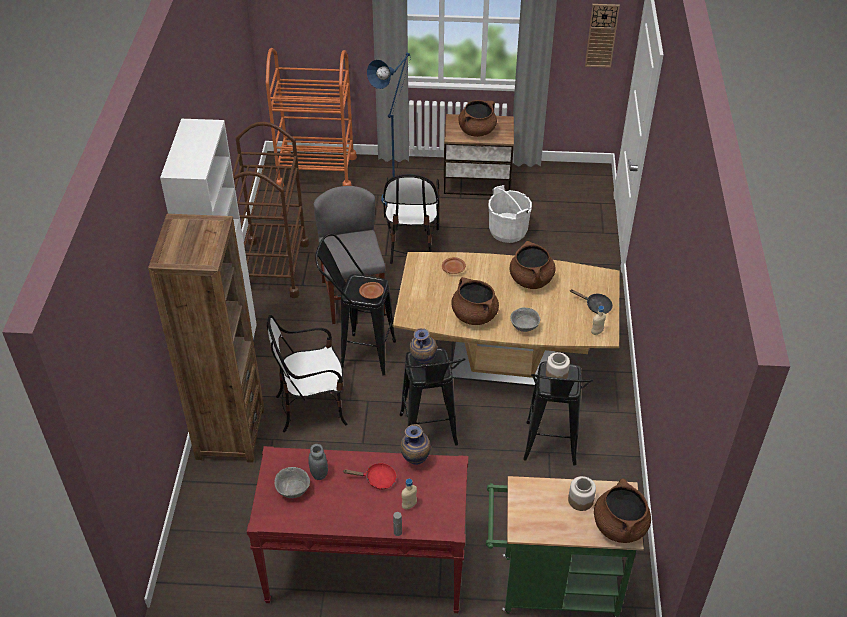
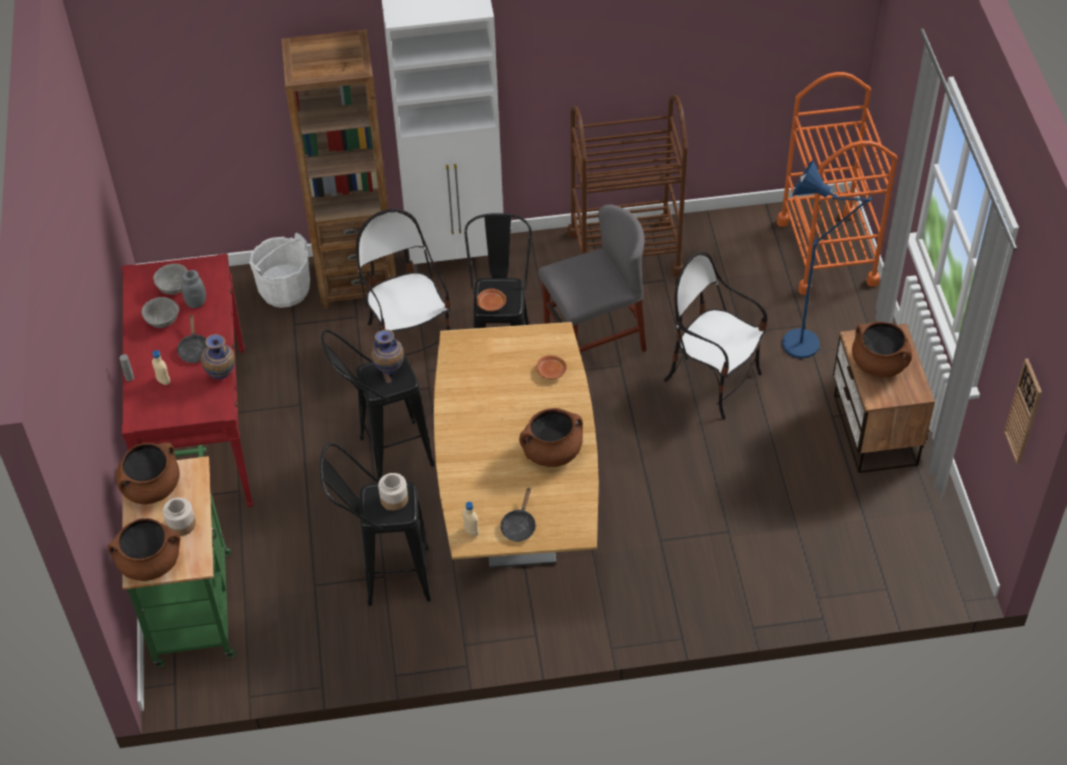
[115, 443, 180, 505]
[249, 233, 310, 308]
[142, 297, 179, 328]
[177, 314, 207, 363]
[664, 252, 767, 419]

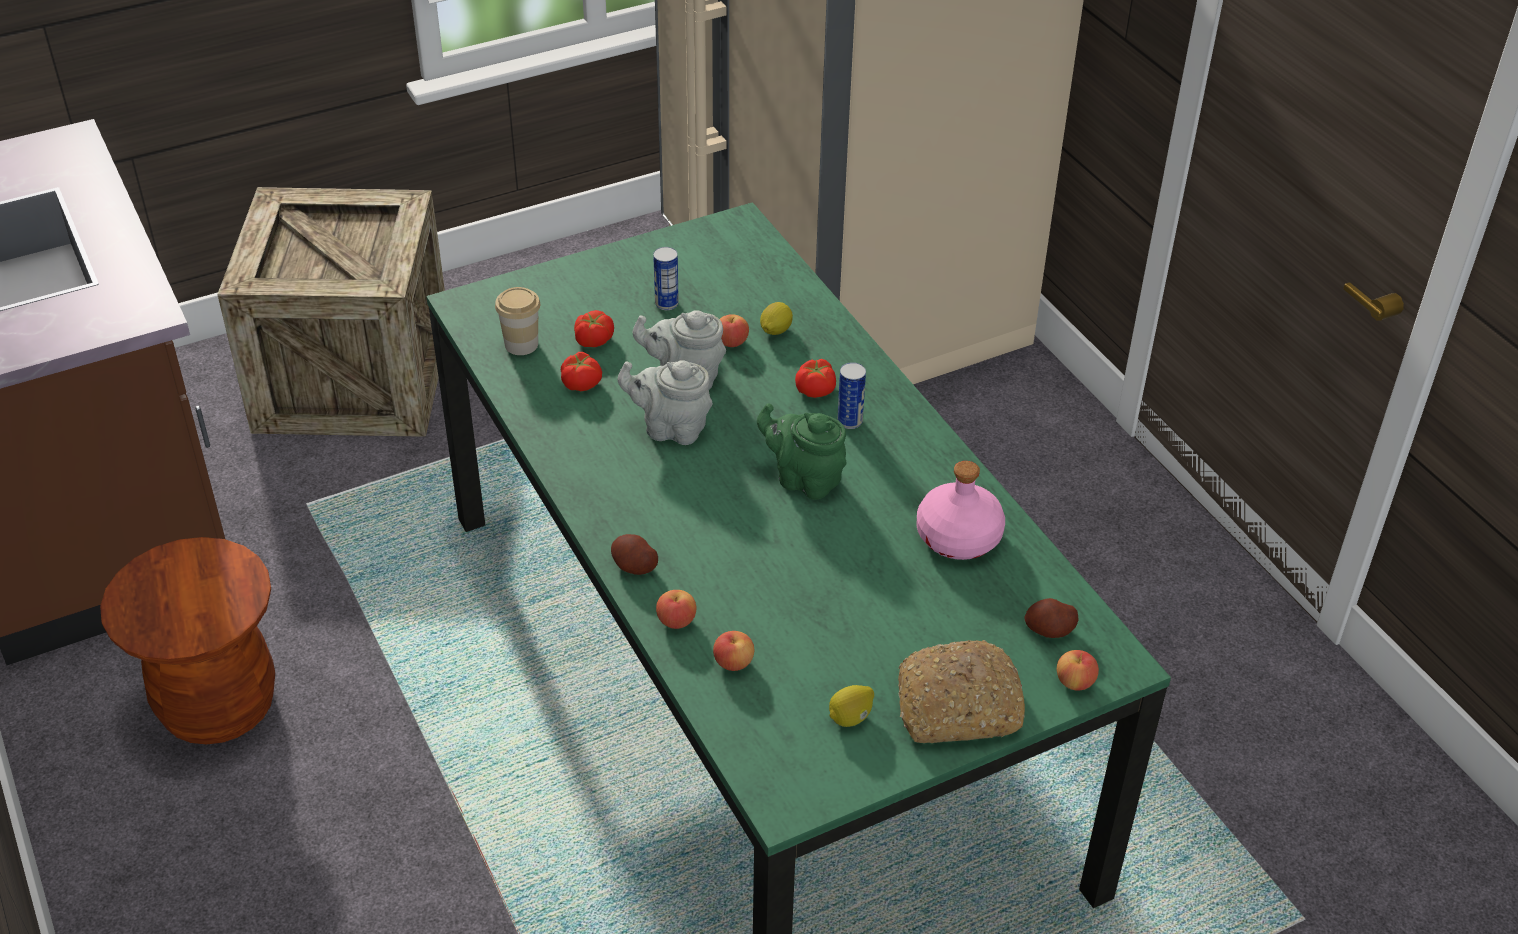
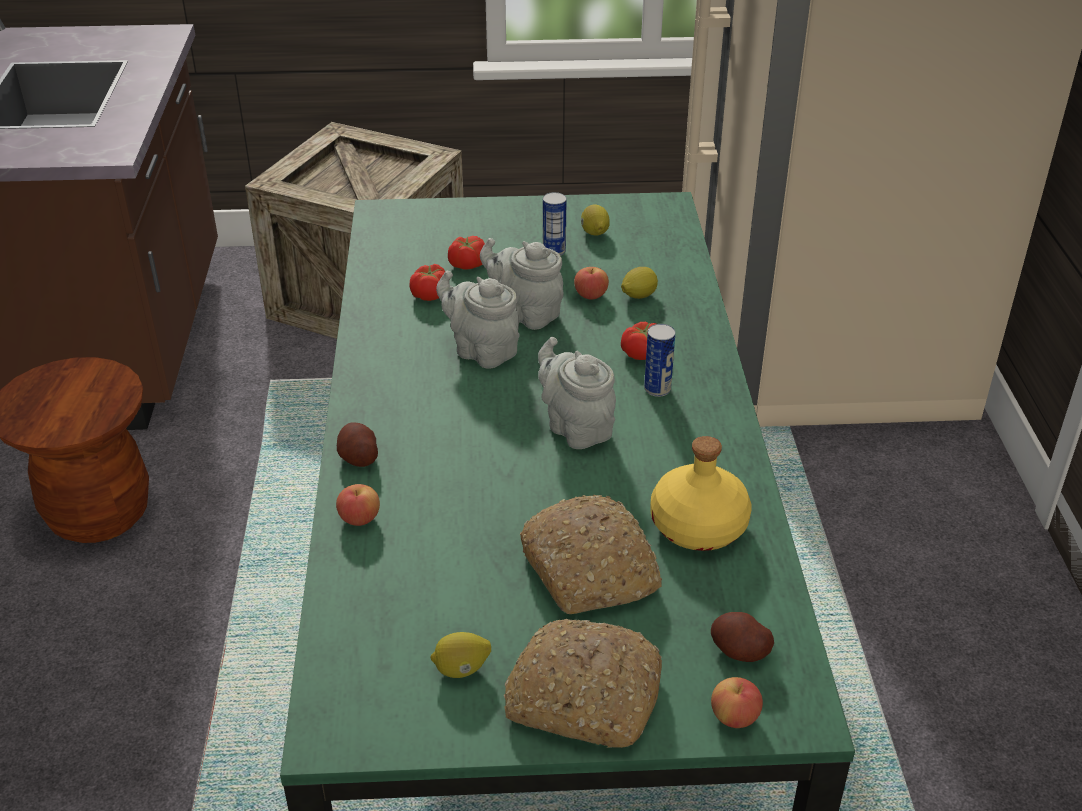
[495, 287, 540, 355] (first image)
[713, 631, 754, 671] (first image)
[520, 495, 662, 614]
[581, 204, 610, 235]
[538, 337, 616, 449]
[650, 436, 751, 551]

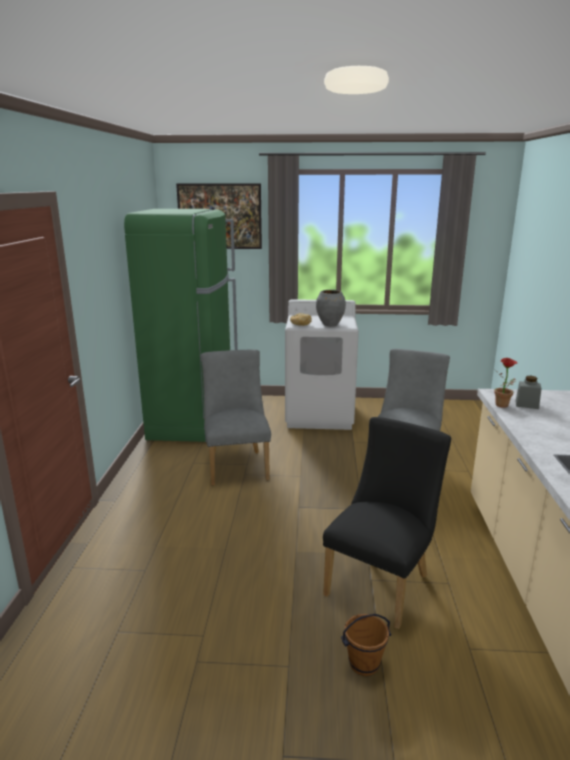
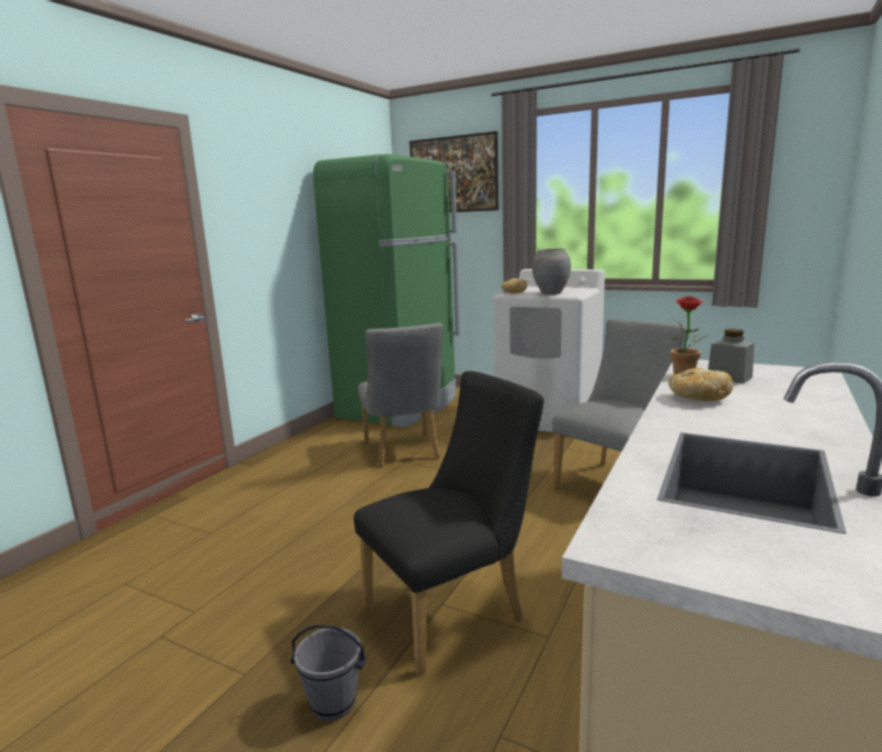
[668, 368, 733, 401]
[291, 624, 366, 721]
[358, 323, 443, 467]

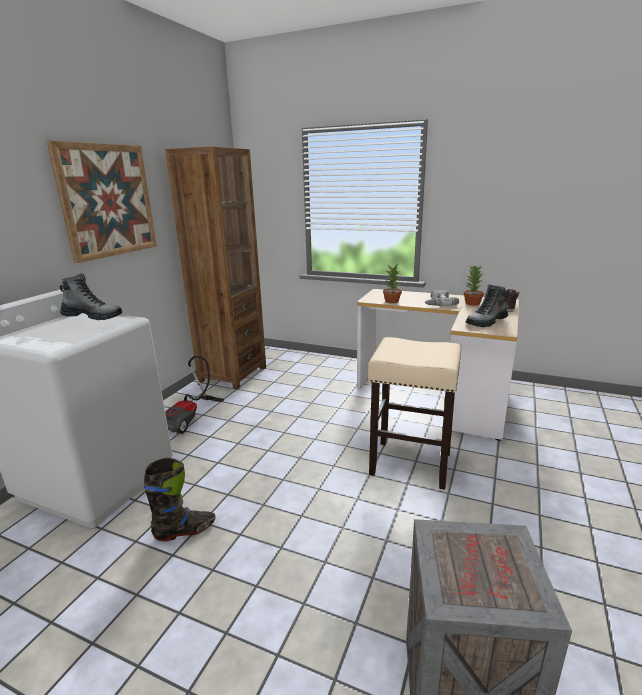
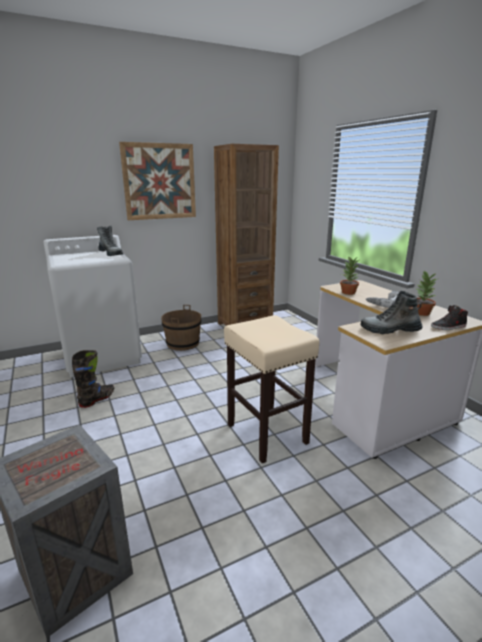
[161, 305, 201, 351]
[72, 350, 114, 408]

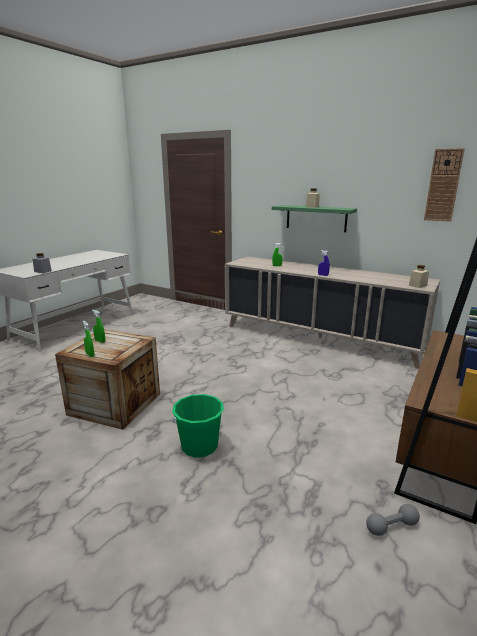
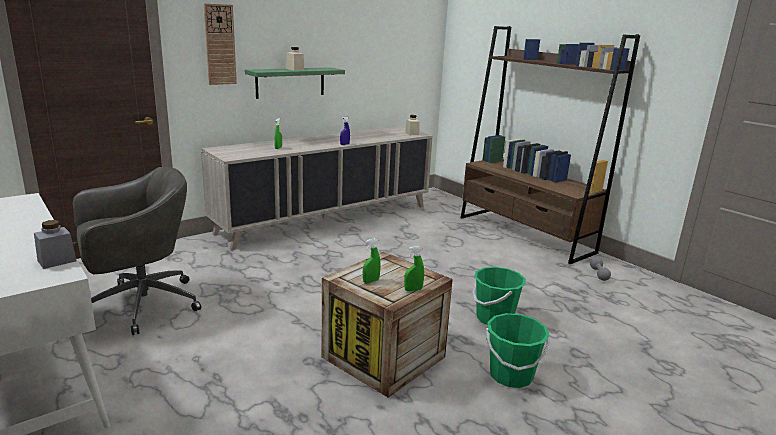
[73, 167, 201, 335]
[486, 313, 550, 388]
[204, 3, 237, 85]

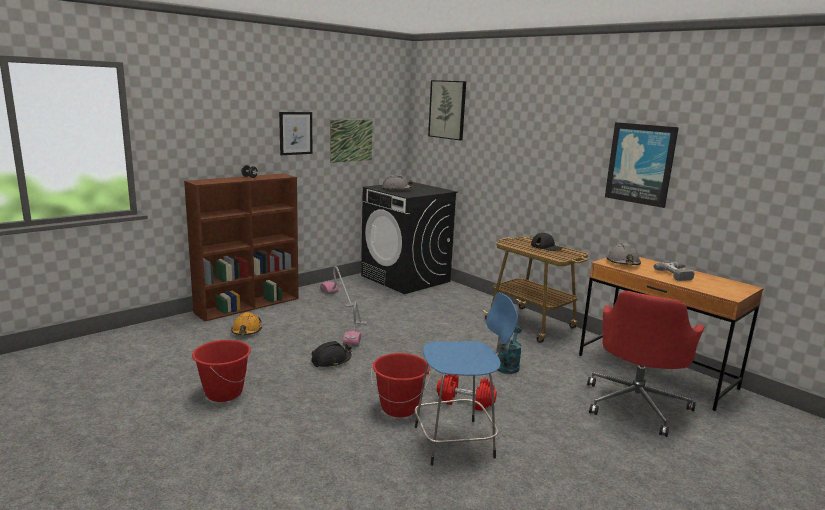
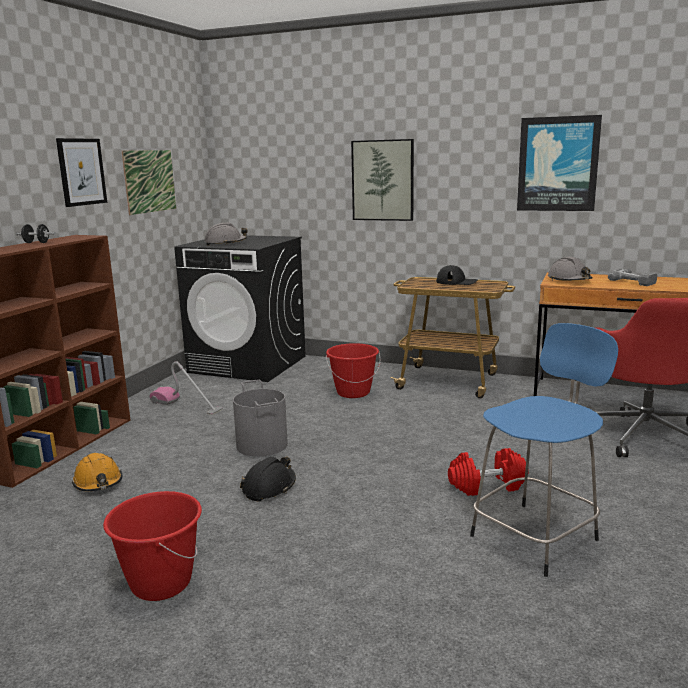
[497, 326, 522, 374] (first image)
[326, 343, 380, 398]
[351, 139, 414, 221]
[233, 380, 288, 457]

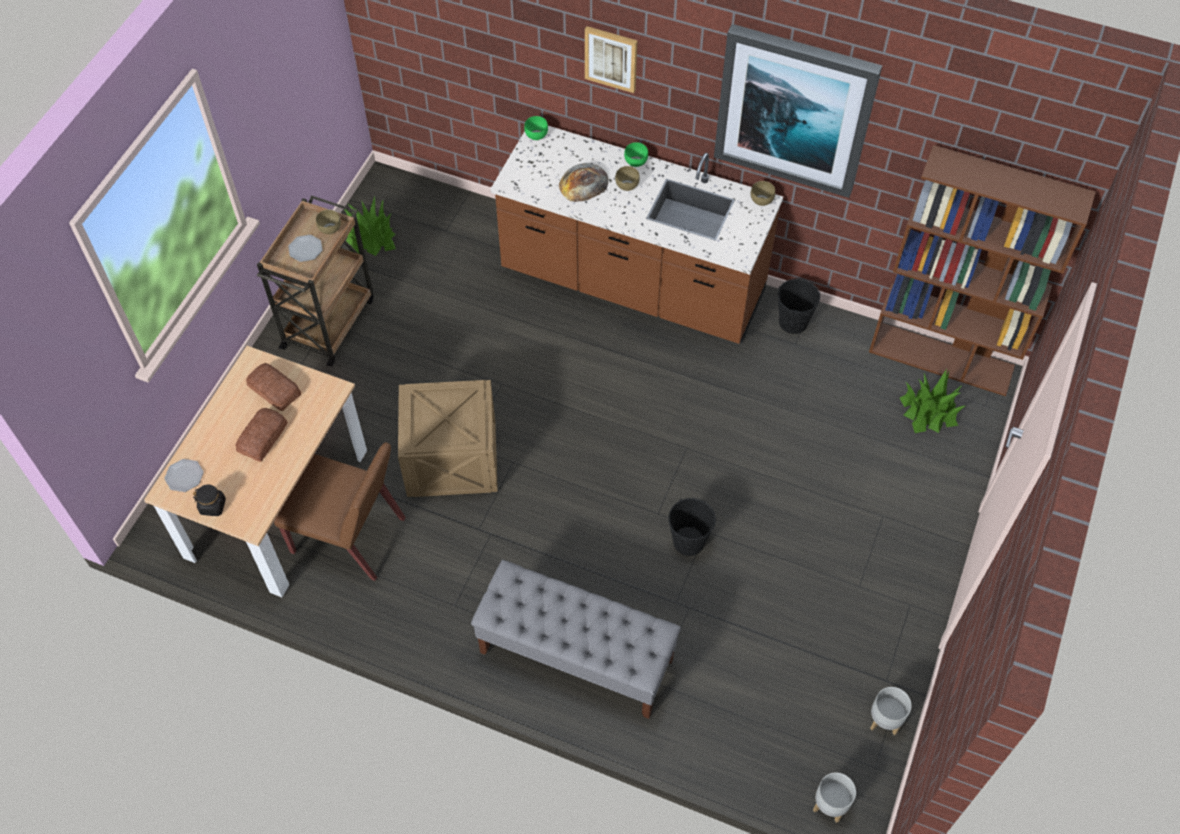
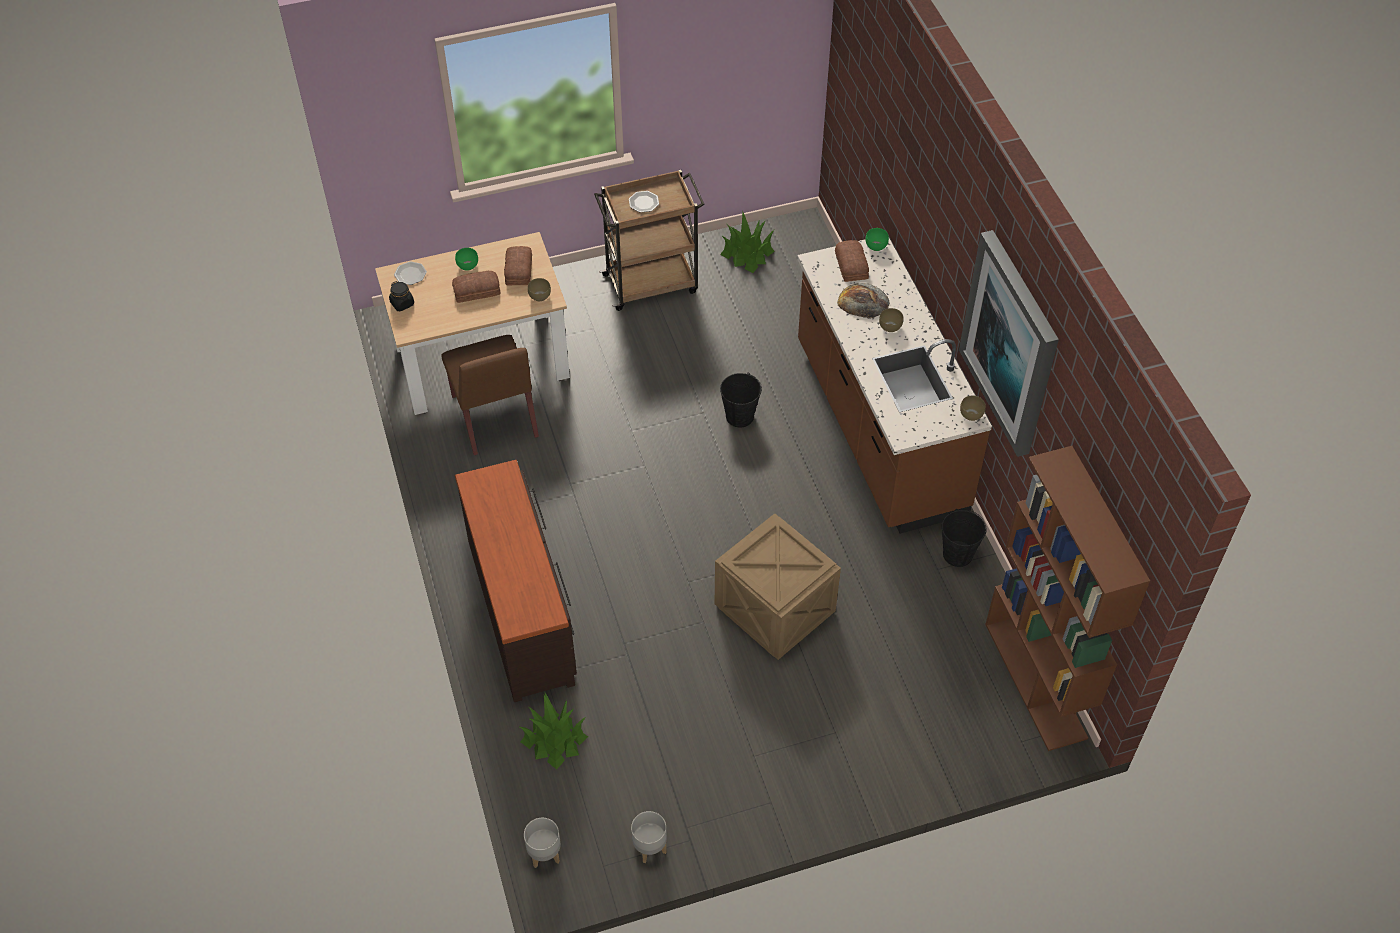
[585, 26, 637, 93] (first image)
[835, 240, 869, 282]
[528, 278, 551, 301]
[715, 513, 841, 660]
[455, 248, 478, 271]
[720, 372, 762, 427]
[520, 693, 588, 770]
[455, 460, 577, 702]

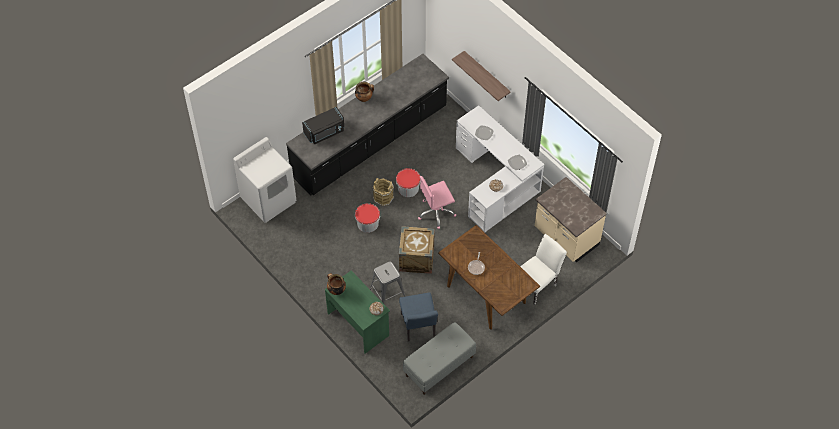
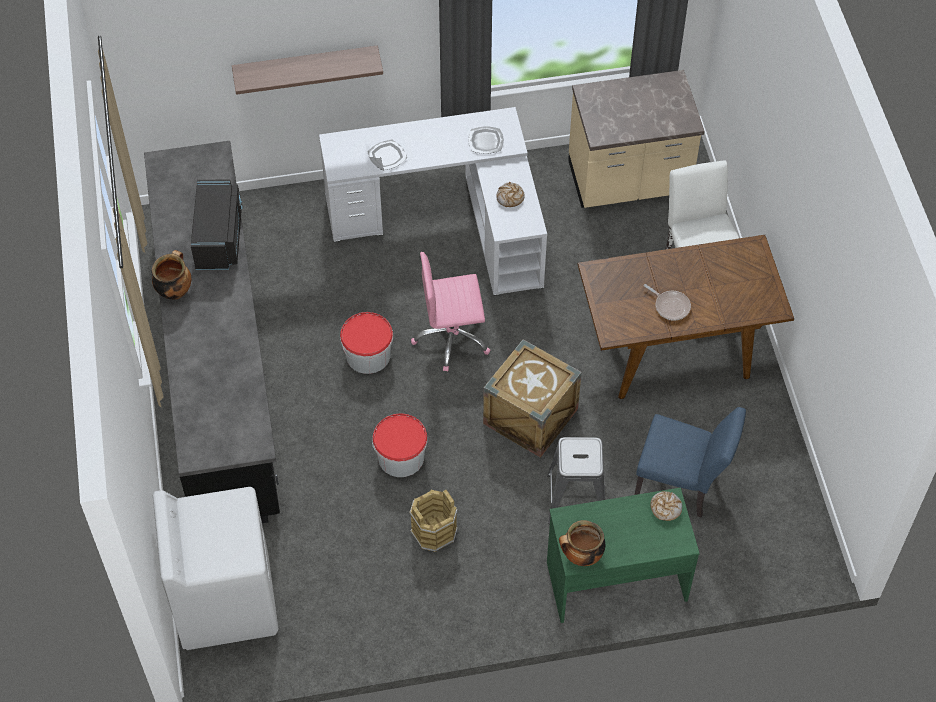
[403, 322, 476, 395] (first image)
[191, 180, 243, 270]
[409, 490, 458, 552]
[411, 252, 491, 371]

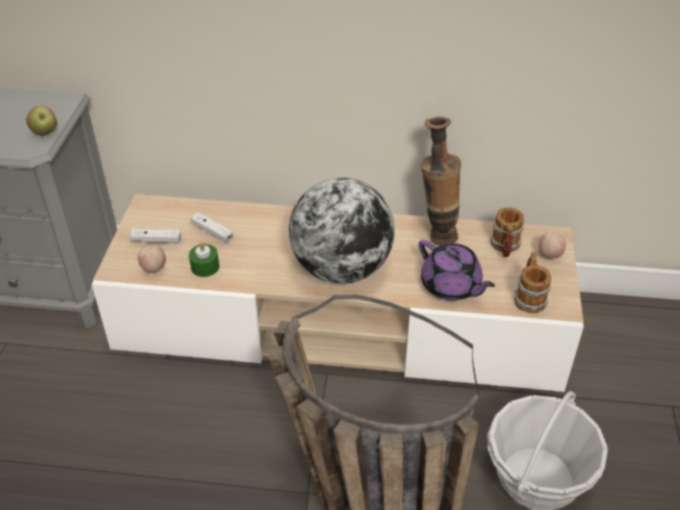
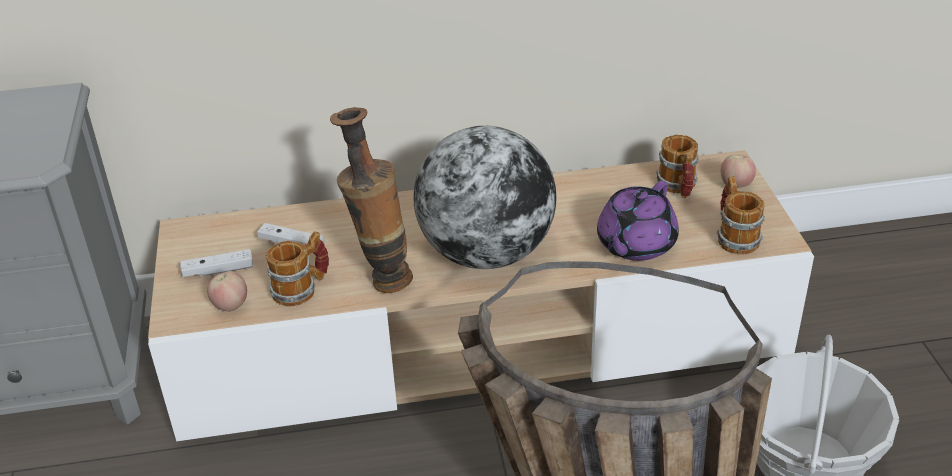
[26, 106, 57, 136] (first image)
[330, 107, 413, 293]
[266, 231, 329, 307]
[597, 181, 679, 261]

